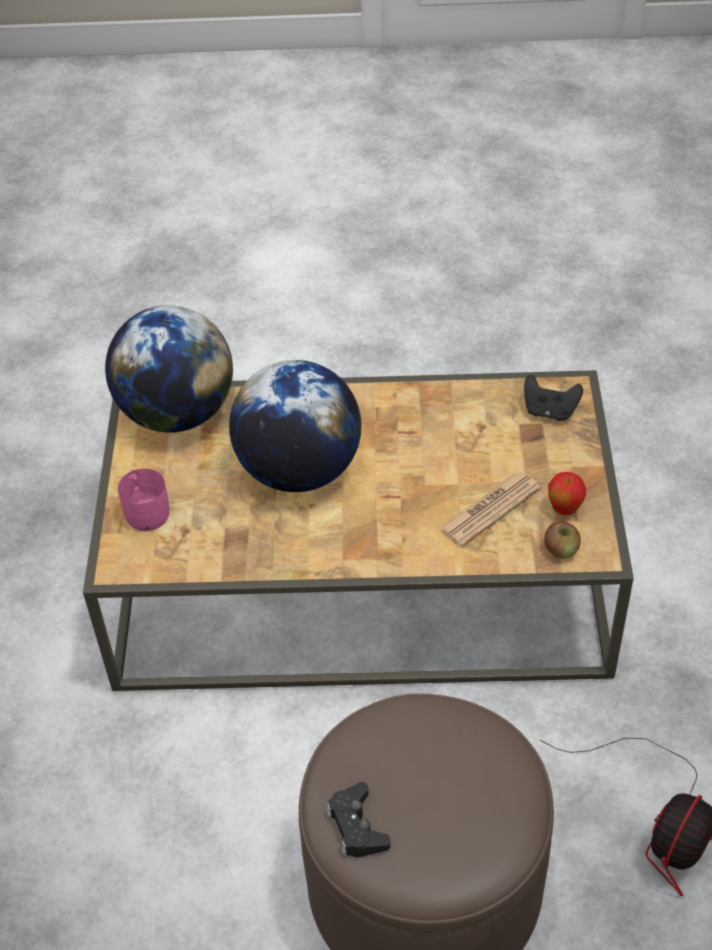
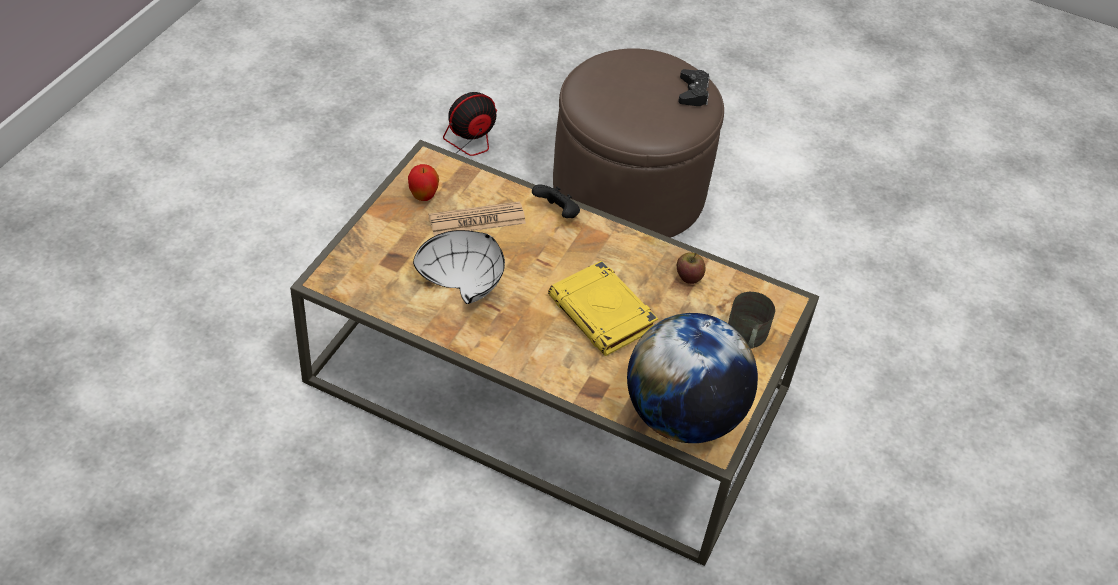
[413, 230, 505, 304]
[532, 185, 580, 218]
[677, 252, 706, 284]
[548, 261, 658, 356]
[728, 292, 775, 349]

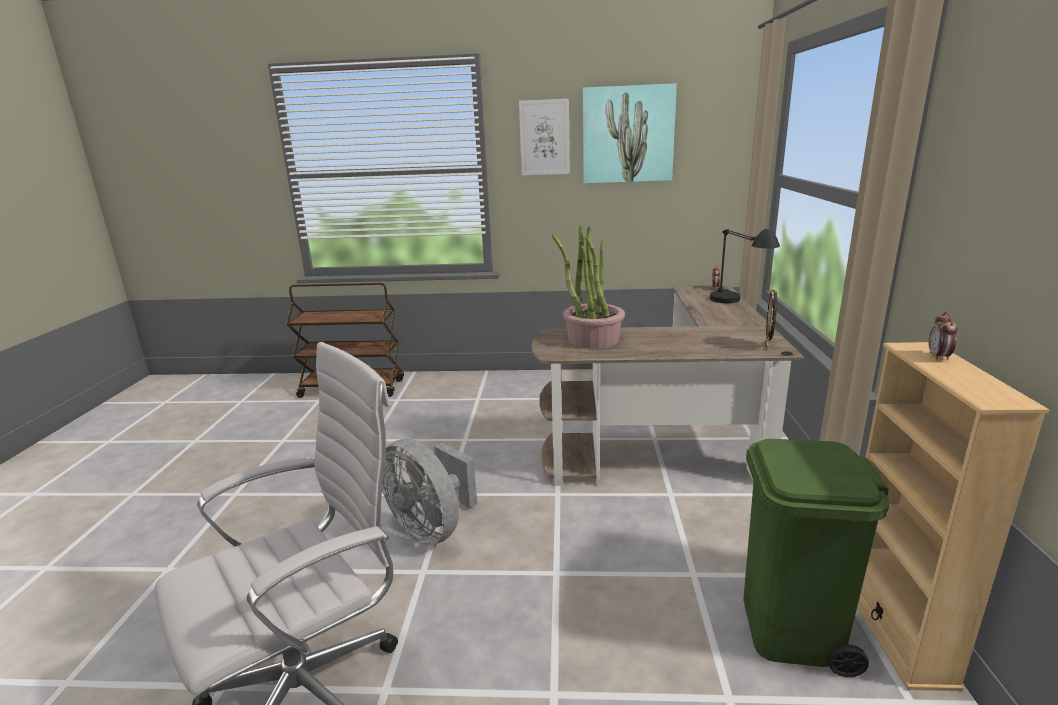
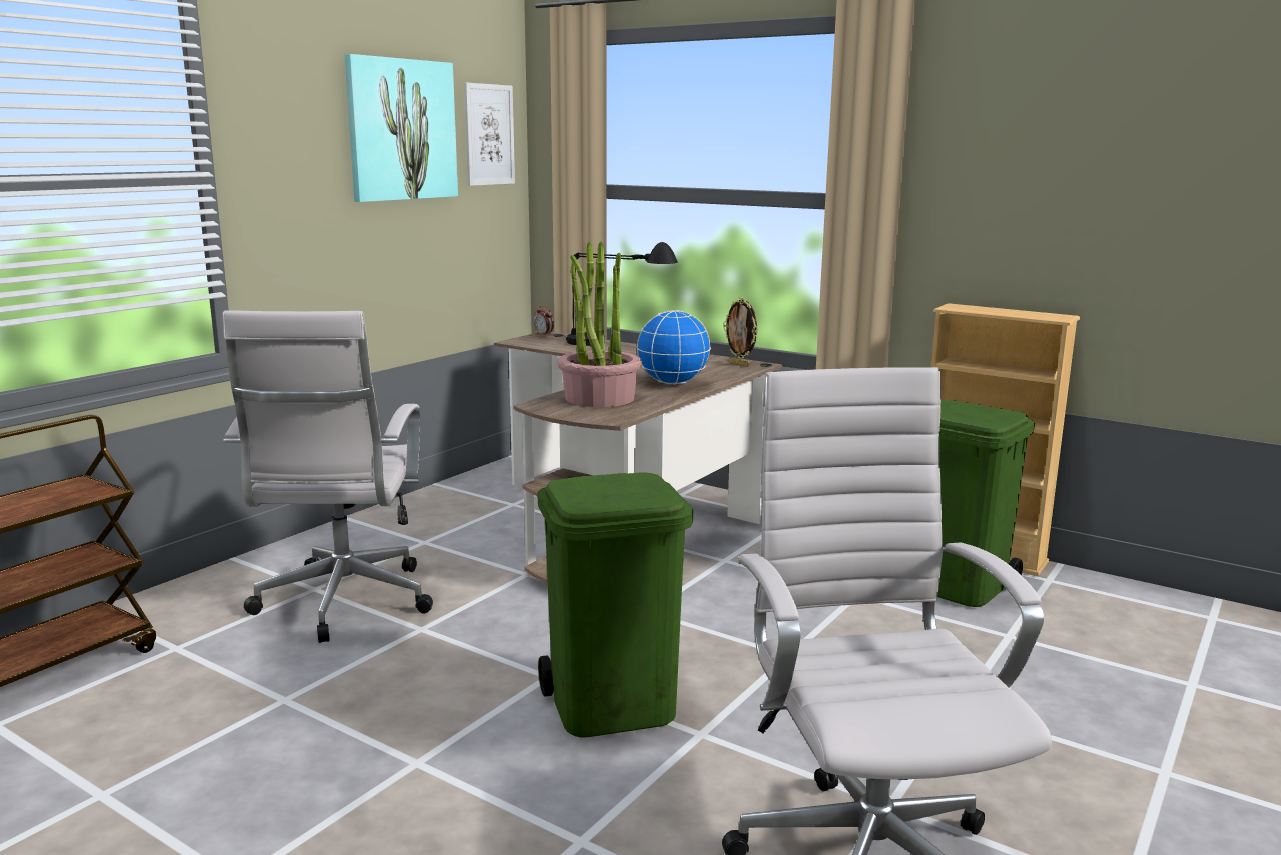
[928, 312, 958, 360] (first image)
[222, 310, 433, 643]
[637, 310, 711, 385]
[464, 83, 515, 186]
[538, 473, 693, 738]

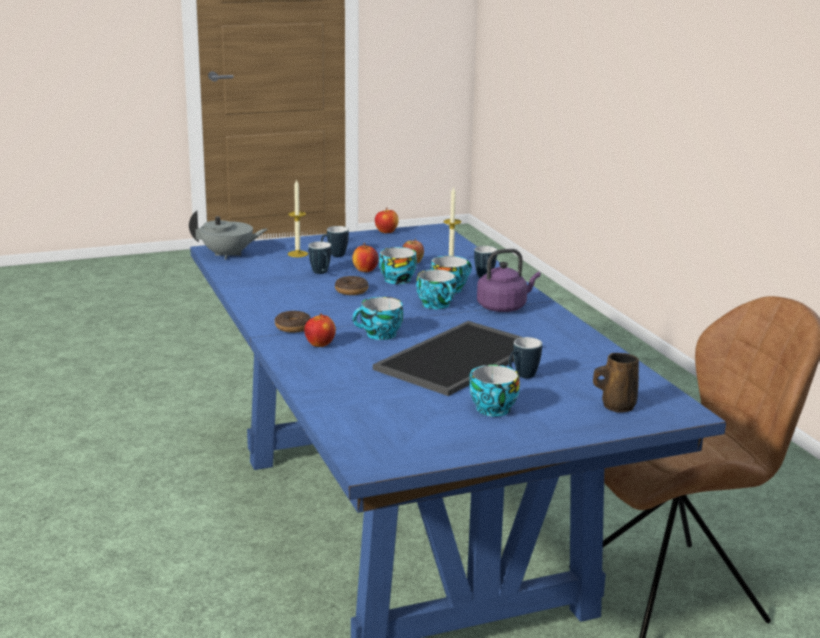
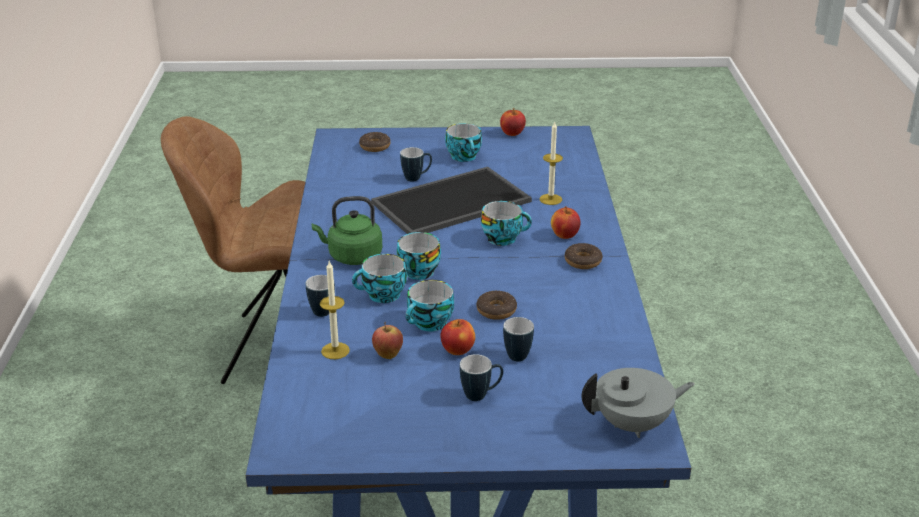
[540, 122, 563, 205]
[500, 108, 526, 136]
[359, 132, 391, 152]
[312, 196, 382, 265]
[582, 368, 695, 438]

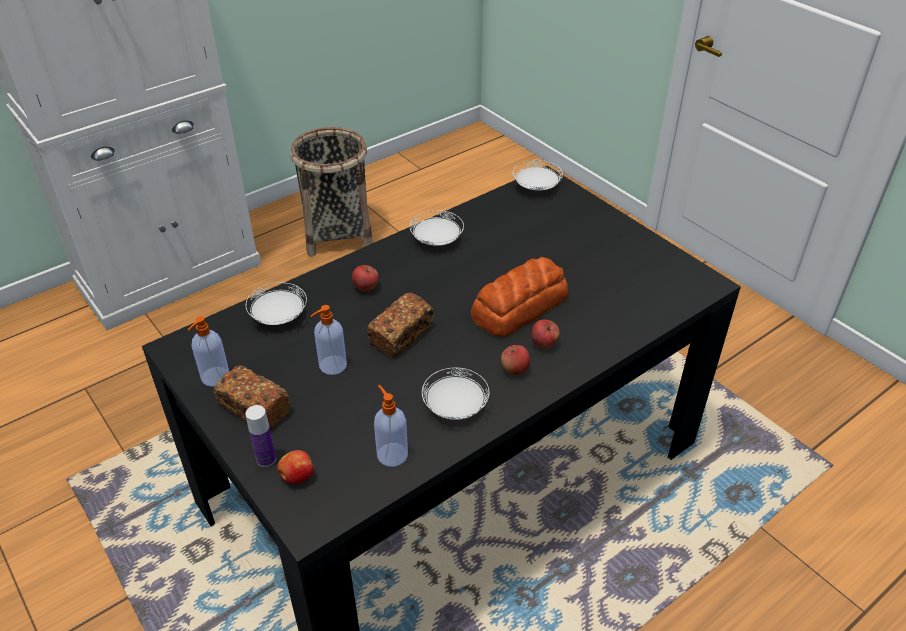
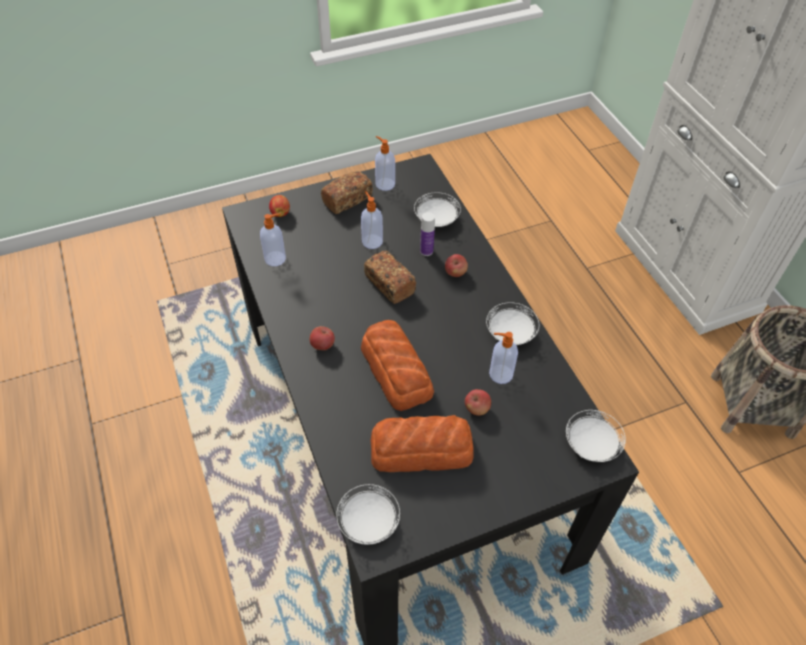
[370, 415, 474, 472]
[489, 332, 518, 384]
[420, 212, 435, 256]
[336, 484, 400, 545]
[465, 389, 491, 416]

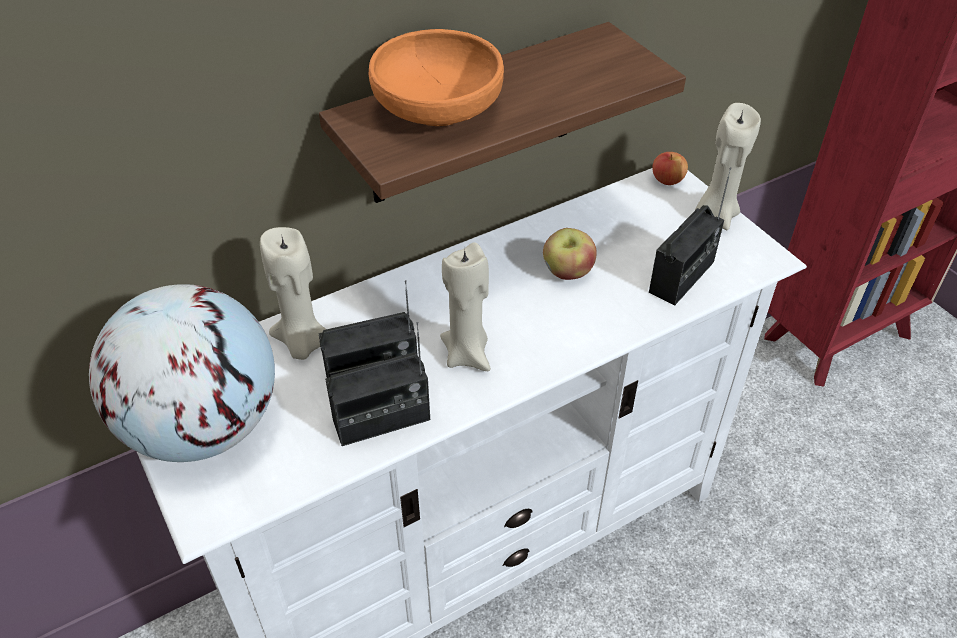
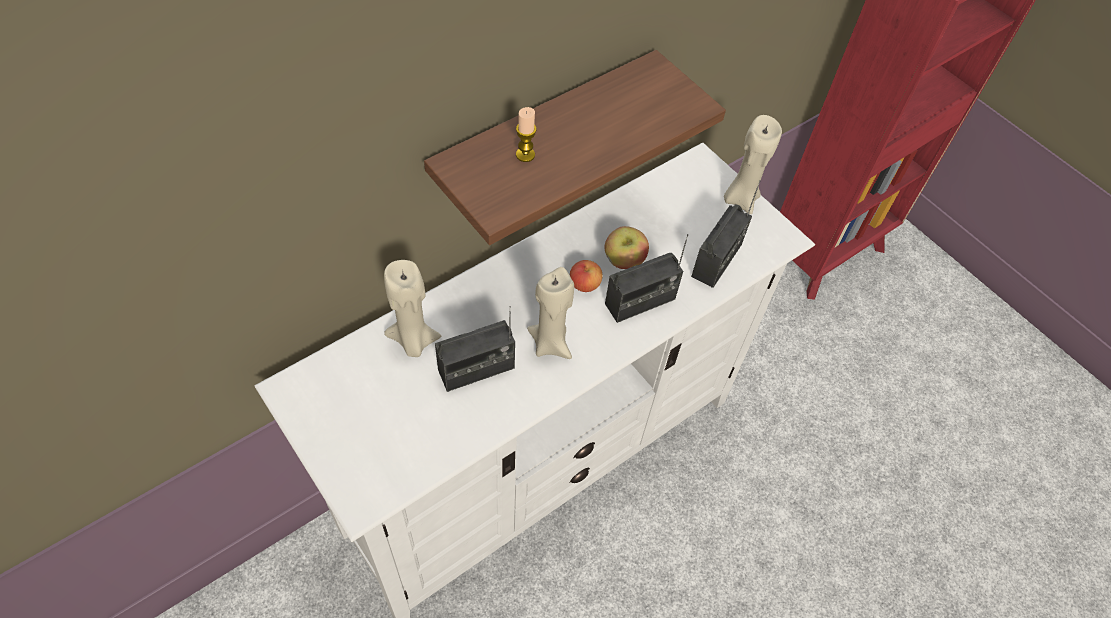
[89, 284, 275, 462] (first image)
[605, 234, 688, 323]
[570, 260, 603, 292]
[516, 107, 536, 162]

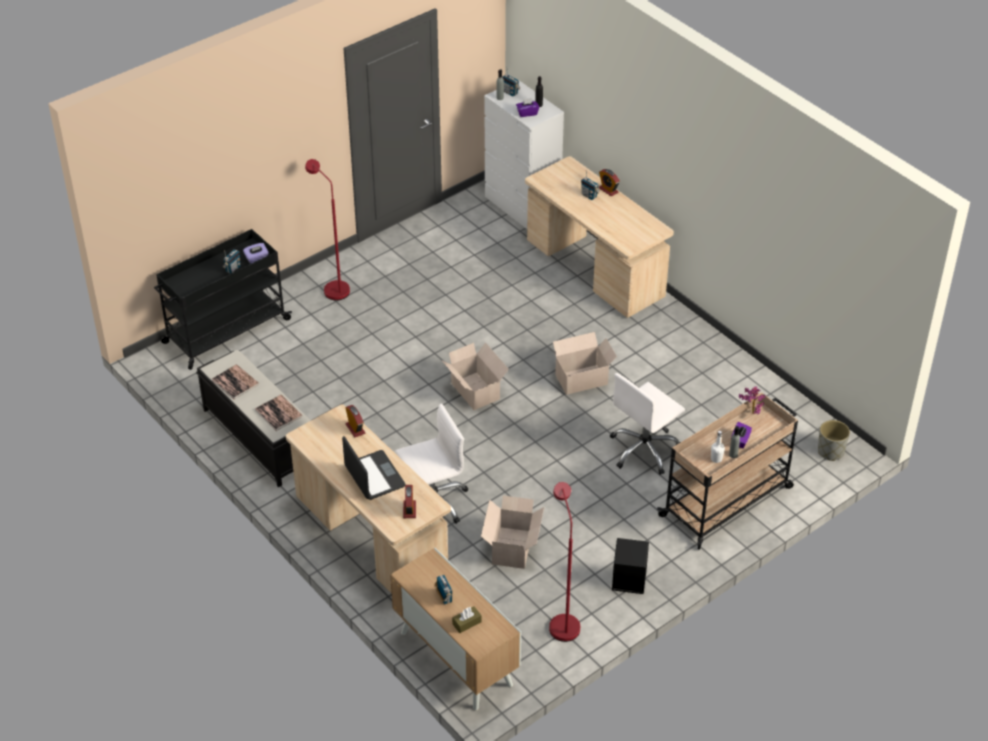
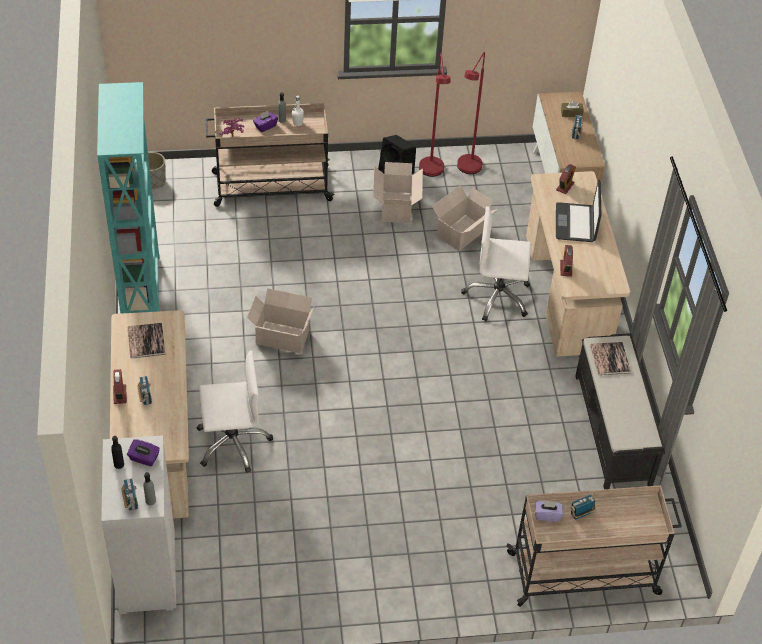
[97, 82, 159, 314]
[128, 323, 166, 358]
[419, 54, 451, 177]
[373, 162, 423, 223]
[197, 350, 273, 473]
[506, 485, 682, 607]

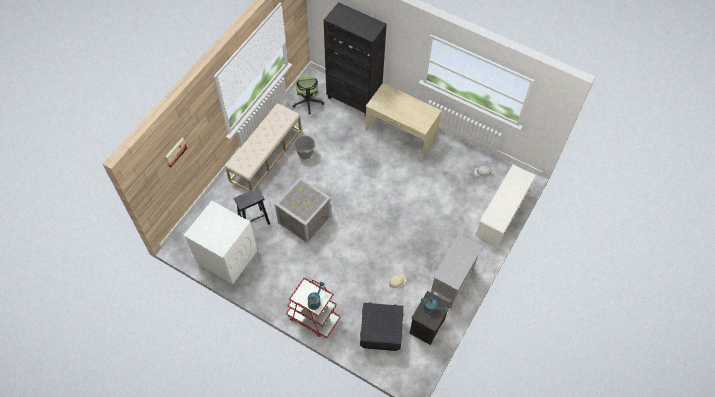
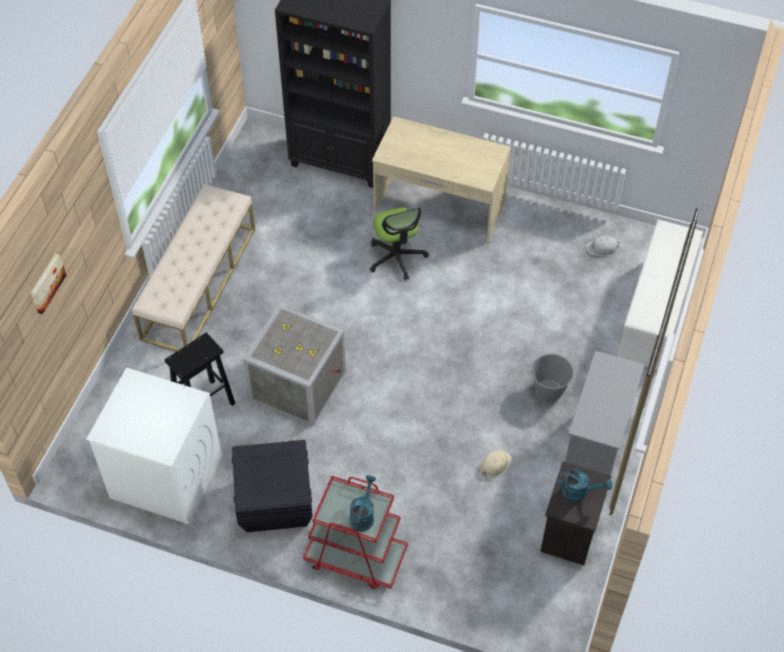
[369, 207, 429, 280]
[530, 354, 574, 401]
[232, 439, 313, 532]

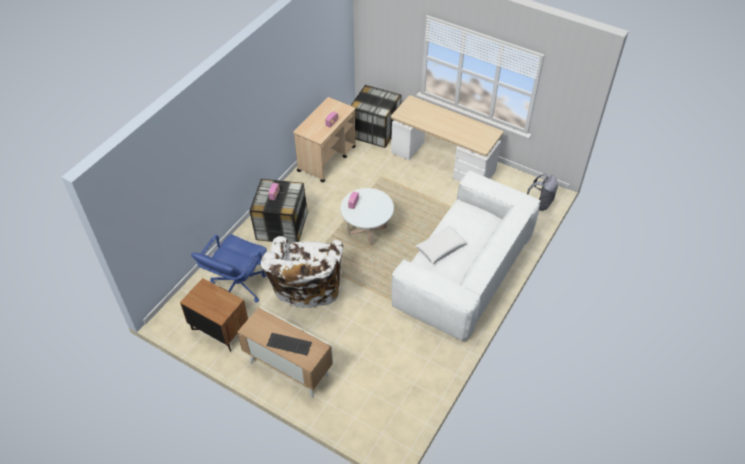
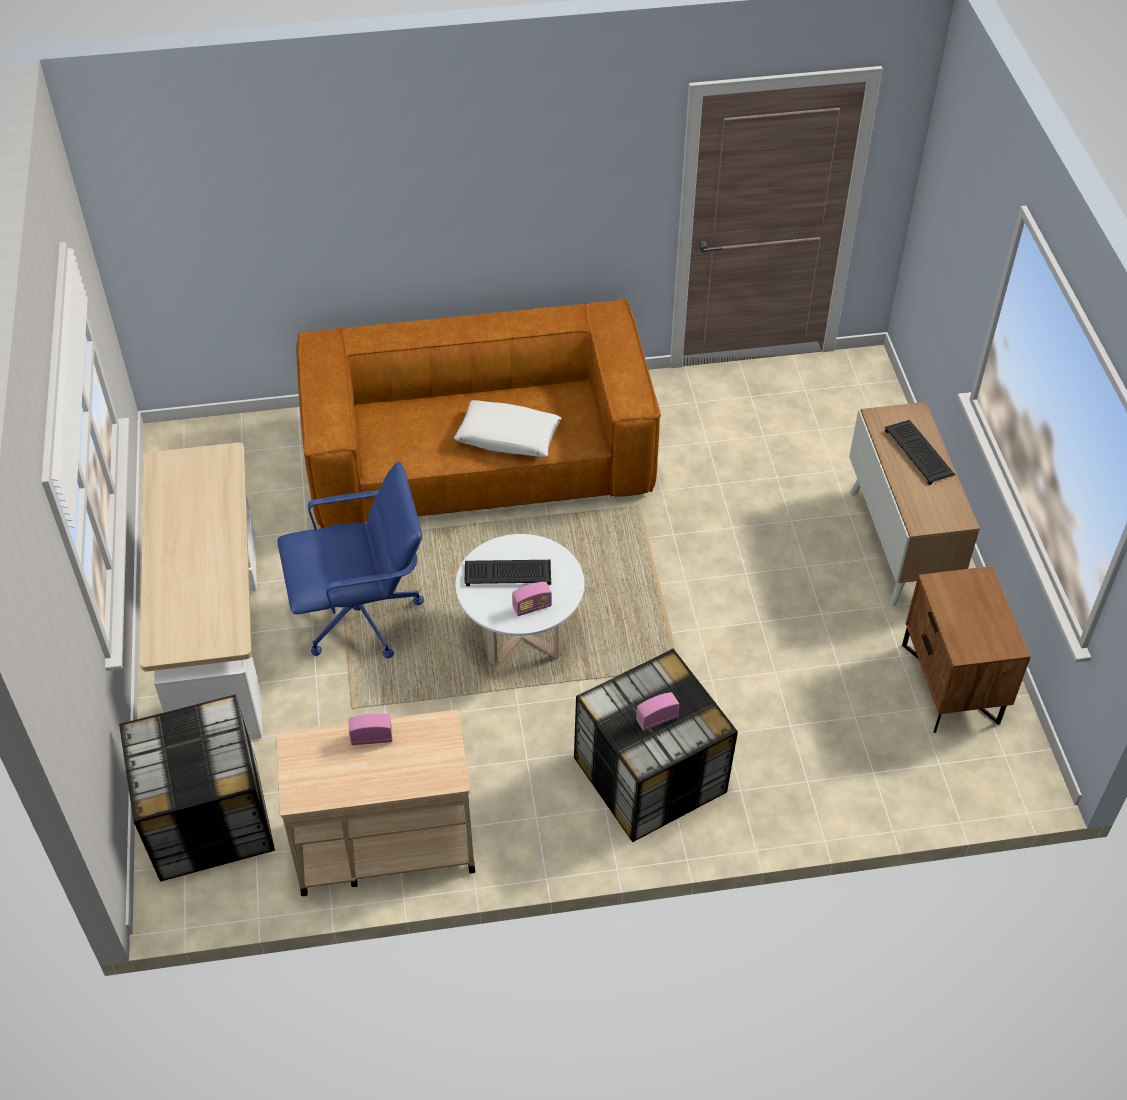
[261, 236, 343, 308] (first image)
[527, 173, 558, 211] (first image)
[465, 560, 551, 586]
[277, 462, 424, 658]
[296, 300, 661, 528]

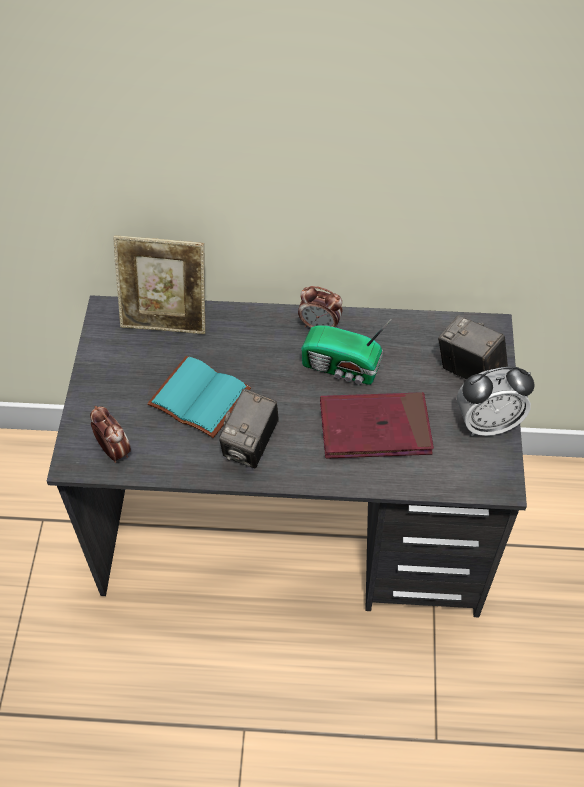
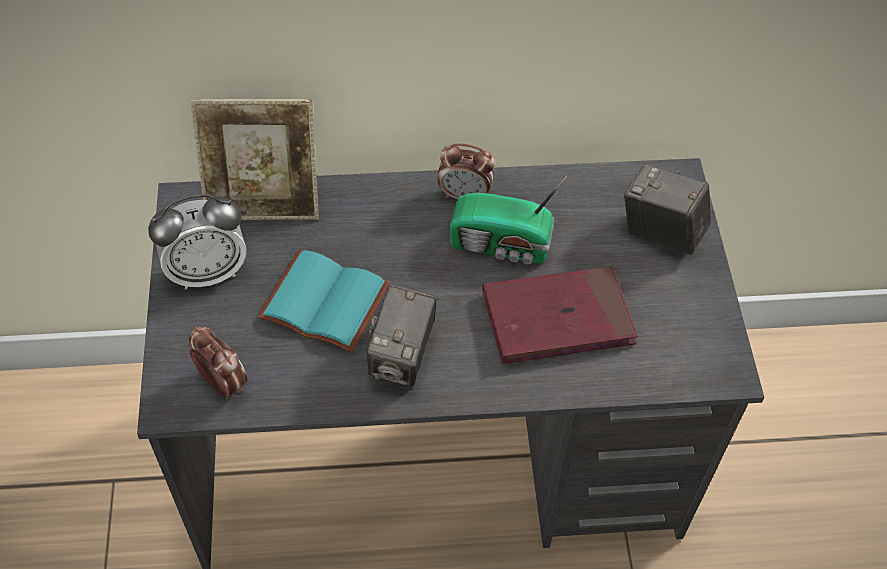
[148, 194, 246, 289]

